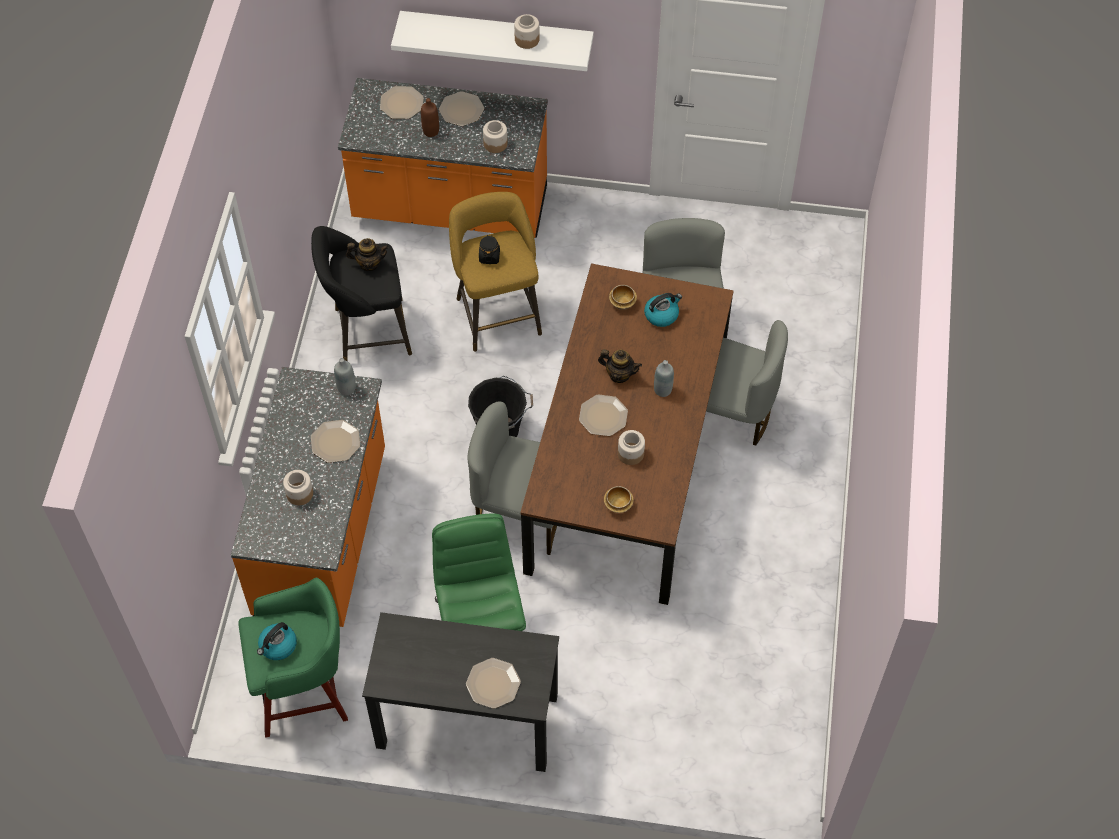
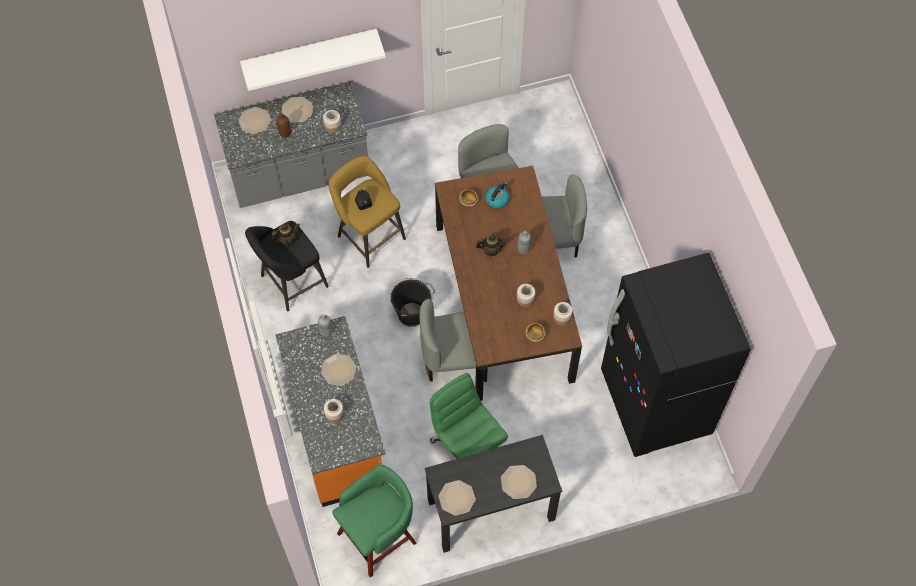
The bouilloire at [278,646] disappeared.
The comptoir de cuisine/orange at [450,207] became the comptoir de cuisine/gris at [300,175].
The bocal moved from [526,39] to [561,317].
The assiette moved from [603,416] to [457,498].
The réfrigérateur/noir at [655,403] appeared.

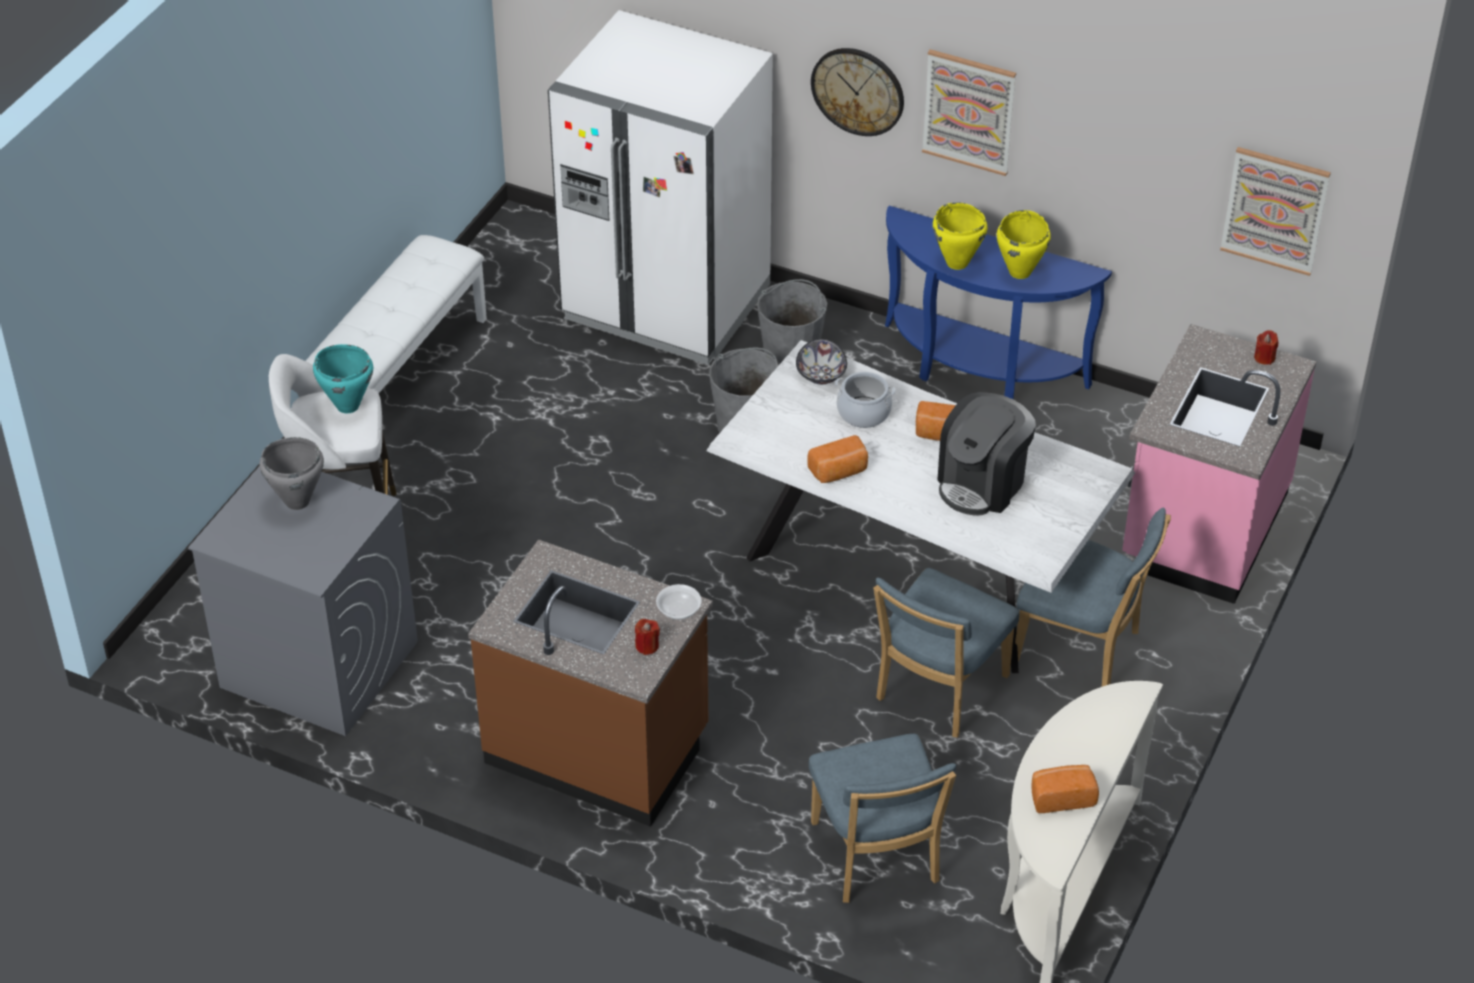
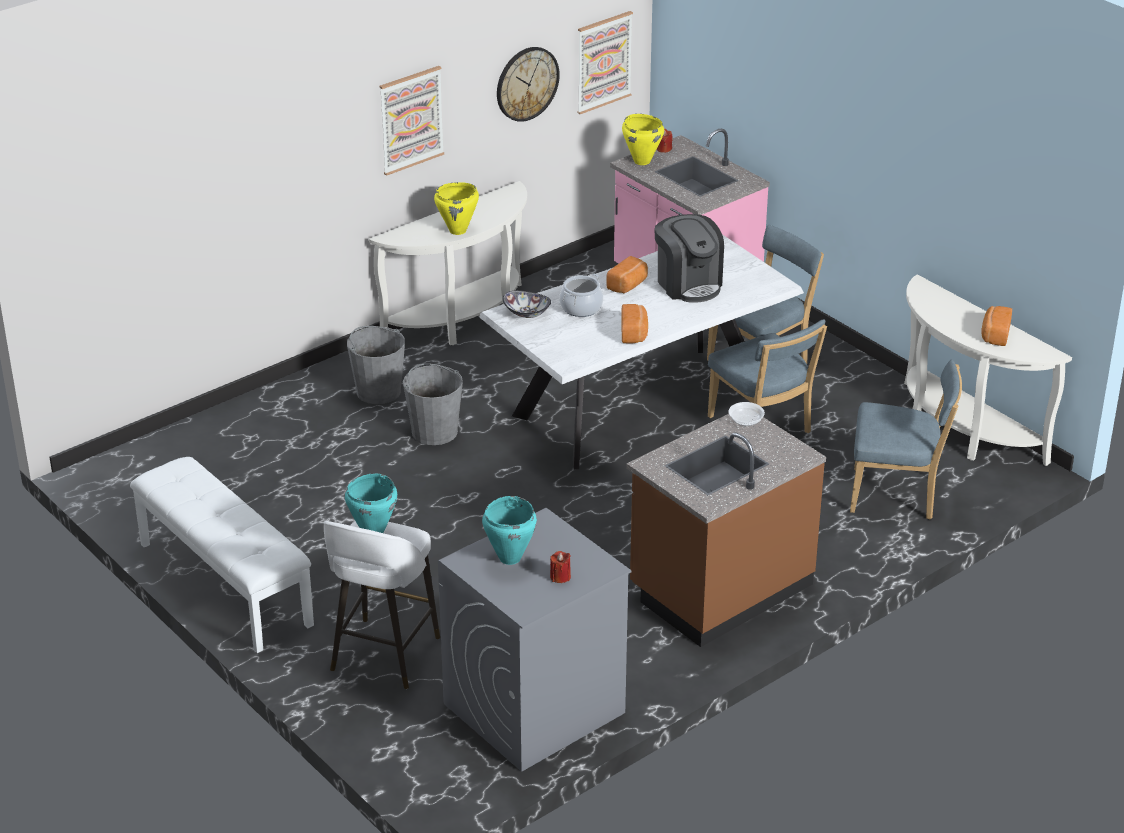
The marmite/gris at [297,501] became the marmite/turquoise at [509,558].
The réfrigérateur/blanc at [666,304] disappeared.
The bougie/rouge moved from [647,646] to [560,577].
The horloge murale moved from [858,91] to [527,83].
The table console/bleu at [977,371] became the table console/blanc at [464,321].
The marmite/jaune moved from [1020,272] to [642,161].

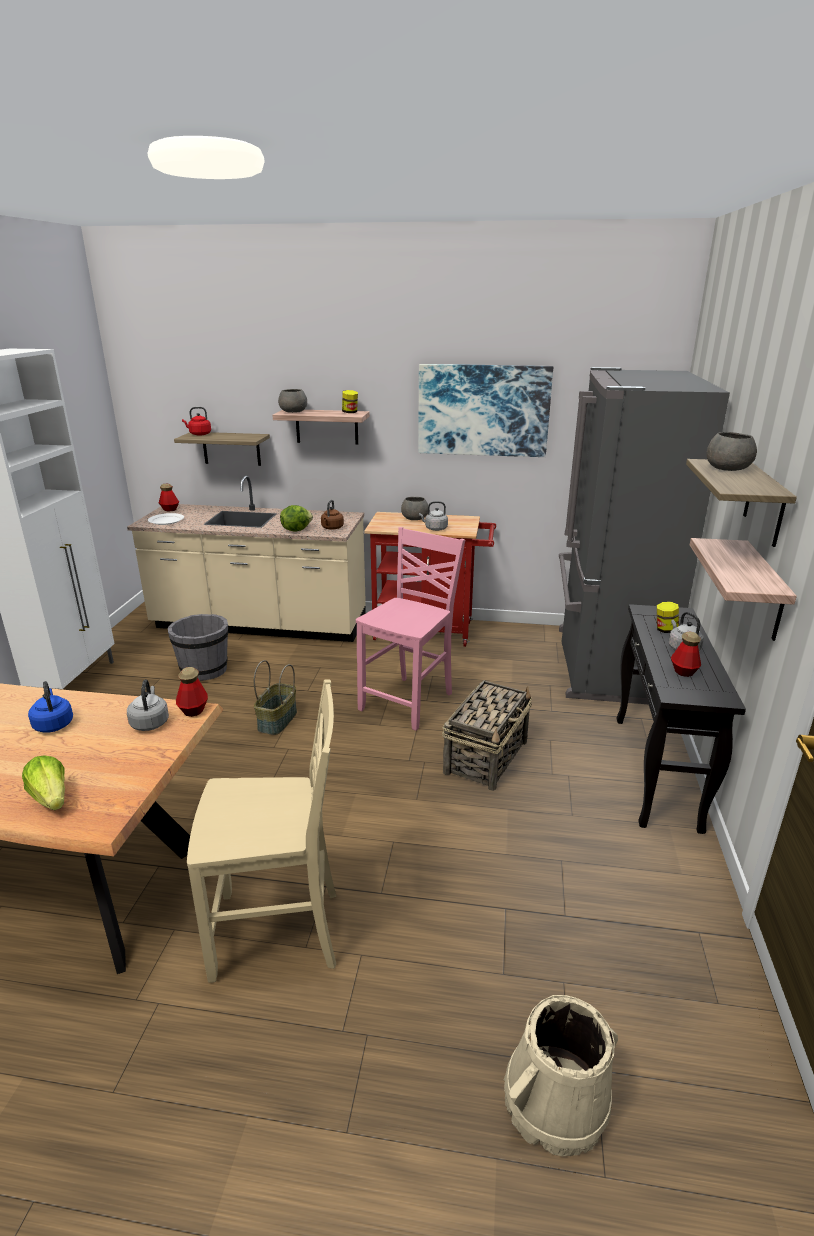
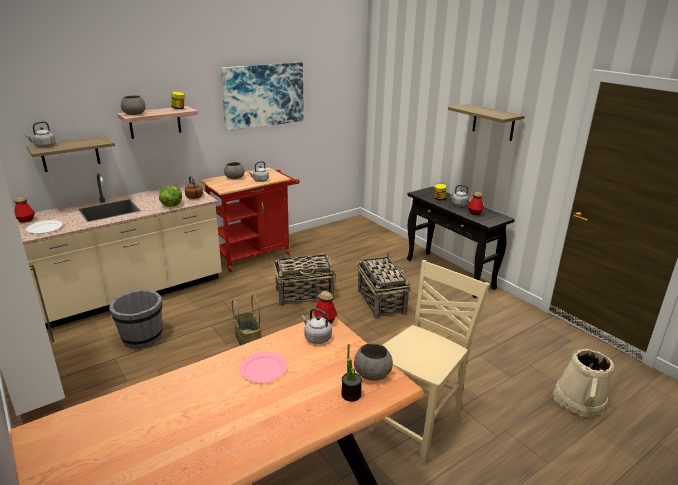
The laitue at [51,798] was replaced by the plante en pot at [351,394].
The bouilloire/bleu at [53,724] was replaced by the assiette/rose at [263,369].
The bouilloire/rouge at [199,434] became the bouilloire/gris at [44,146].
The chaise/rose at [409,702] was replaced by the panier at [305,295].
The réfrigérateur/gris at [604,664] disappeared.
The étagère at [763,591] disappeared.
The bol/gris moved from [727,468] to [371,373].

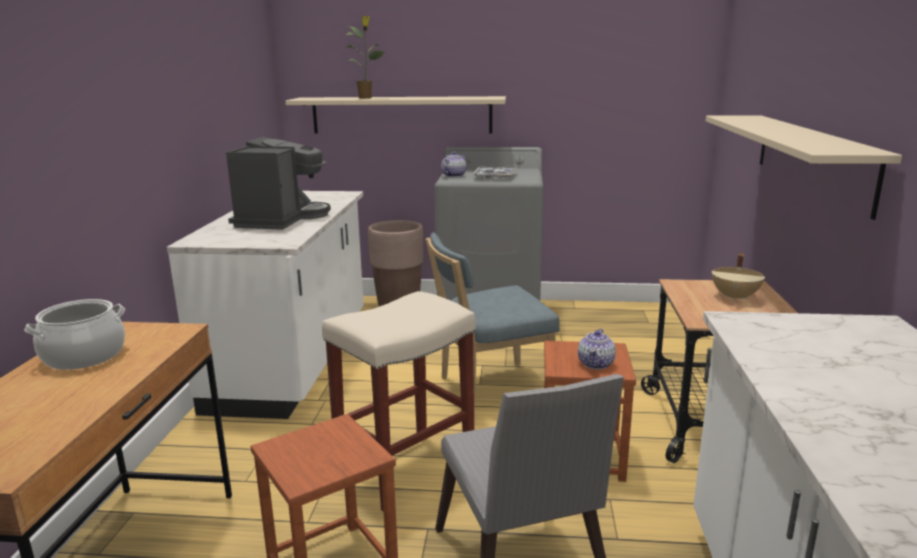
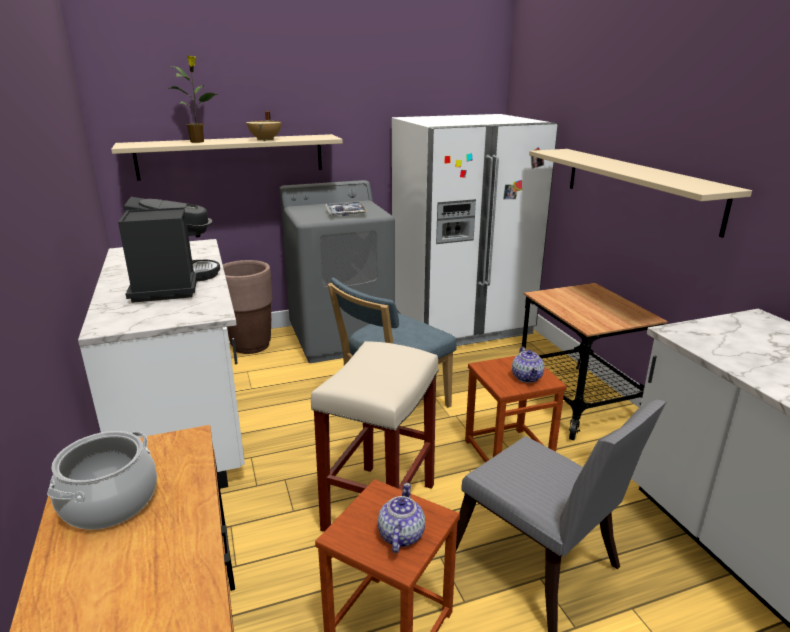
The théière moved from [453,175] to [400,535].
The marmite/beige moved from [736,297] to [266,140].
The réfrigérateur/blanc at [461,324] appeared.

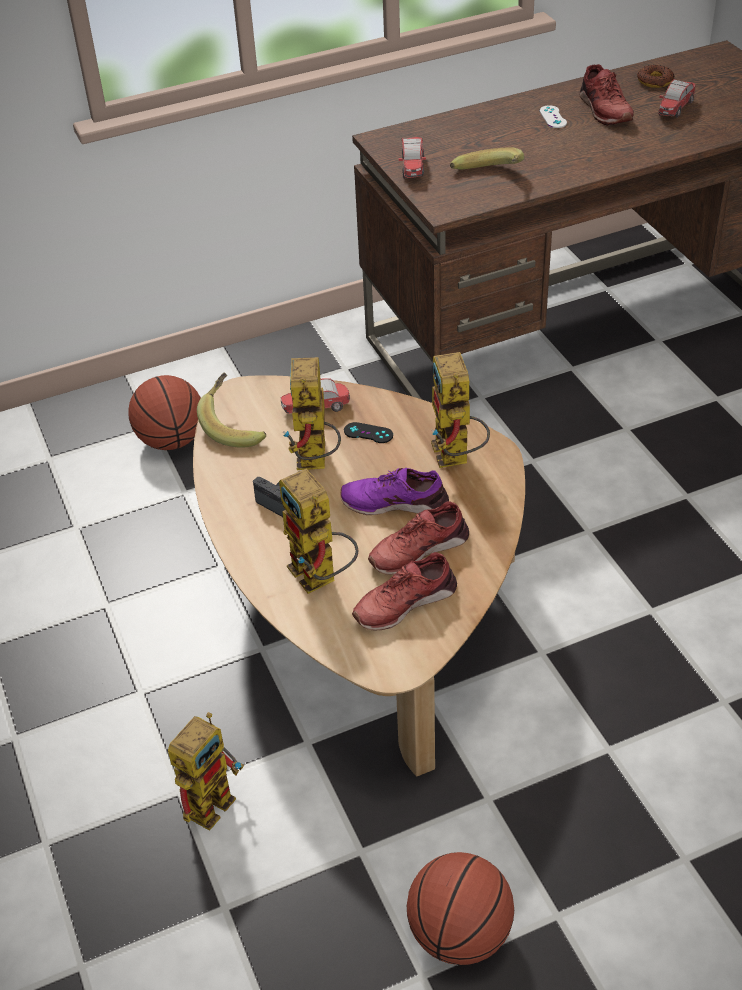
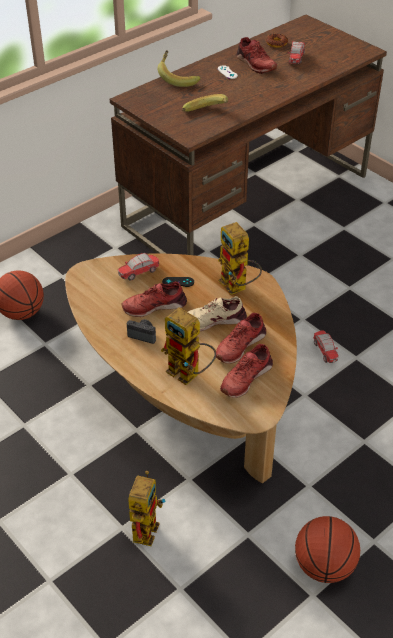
The banane moved from [235,425] to [178,78].
The robot jouet at [316,463] was replaced by the chaussure/rouge at [154,306].
The chaussure/violet at [395,502] became the chaussure/beige at [213,320].
The petite voiture moved from [413,167] to [325,351].

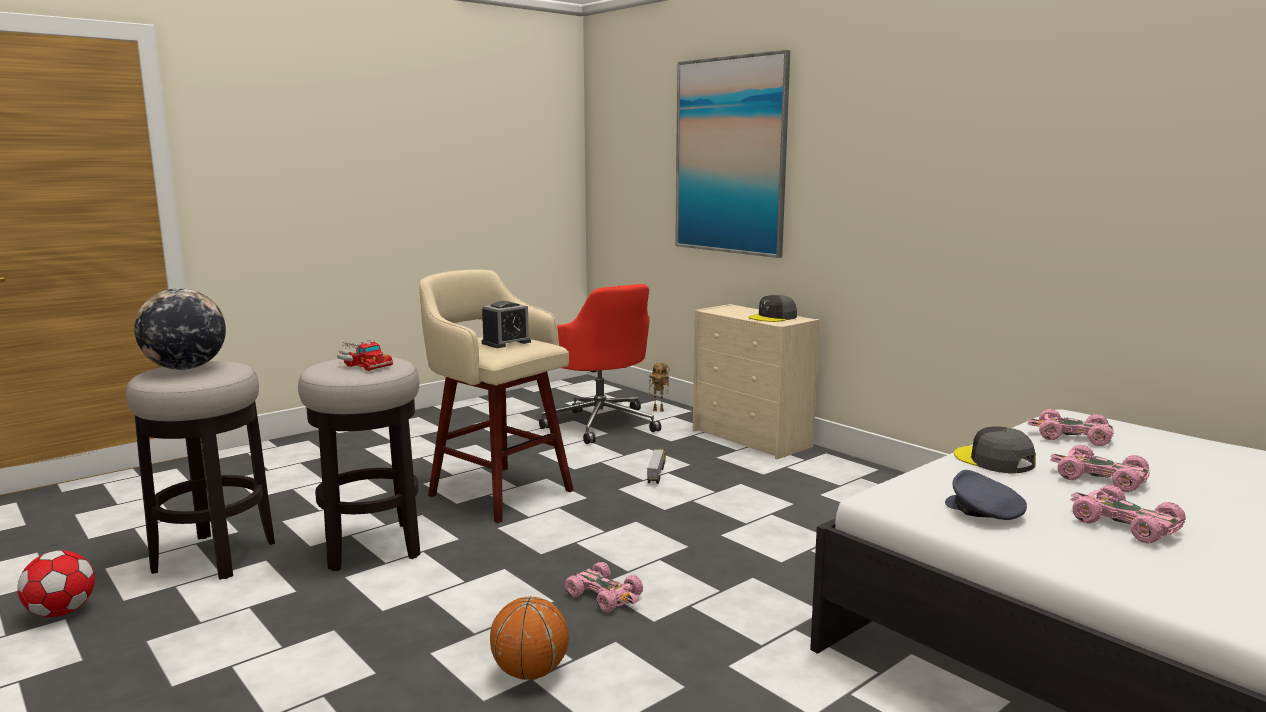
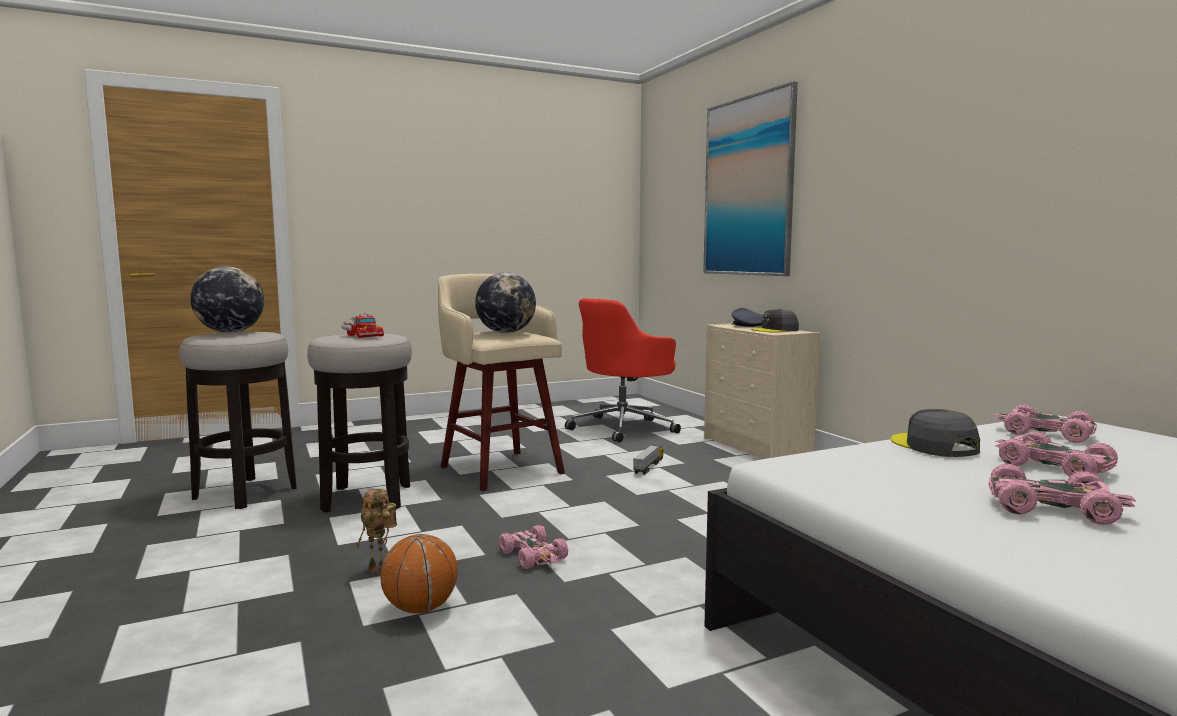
The ballon de foot at [61,612] disappeared.
The réveil at [506,342] was replaced by the globe at [506,333].
The chaise de bureau/rouge at [600,423] turned 60 degrees clockwise.
The robot jouet moved from [659,410] to [379,571].
The casquette/gris moved from [983,512] to [747,326].
The petite voiture/rose at [1124,525] turned 135 degrees clockwise.

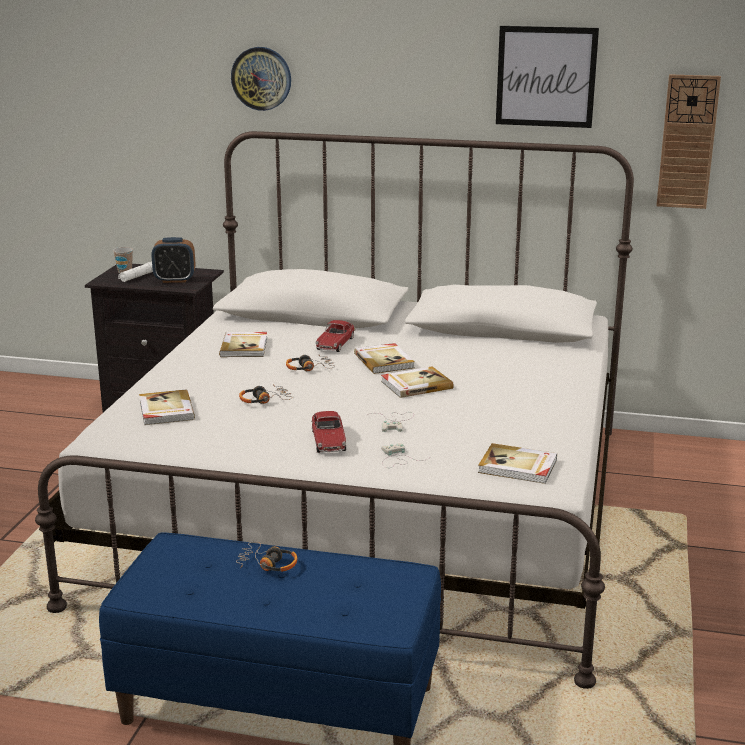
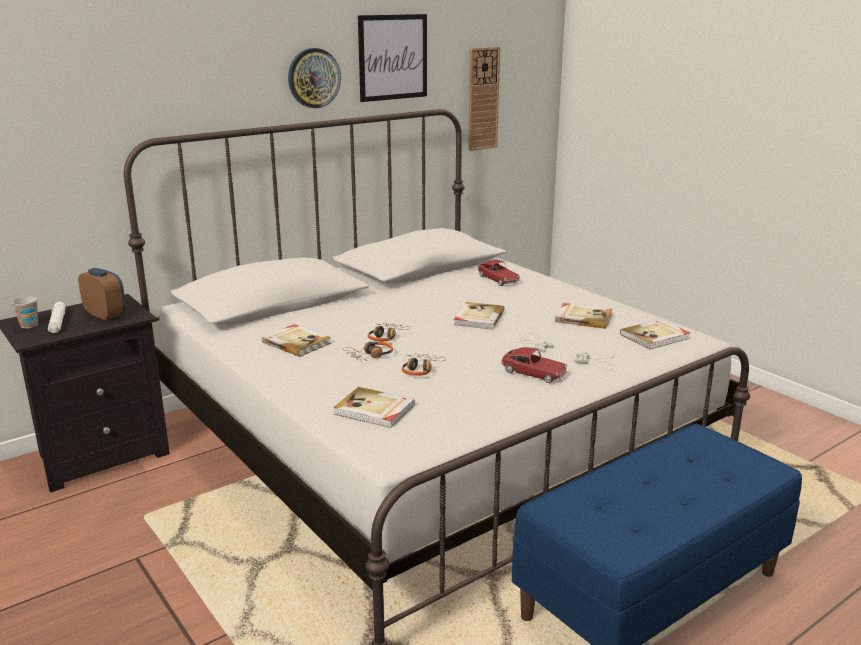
The réveil at [175,280] turned 90 degrees counterclockwise.
The horloge murale moved from [261,78] to [313,78].
The casque audio moved from [267,564] to [370,356].
The petite voiture moved from [335,344] to [498,279].
The livre moved from [384,361] to [583,318].

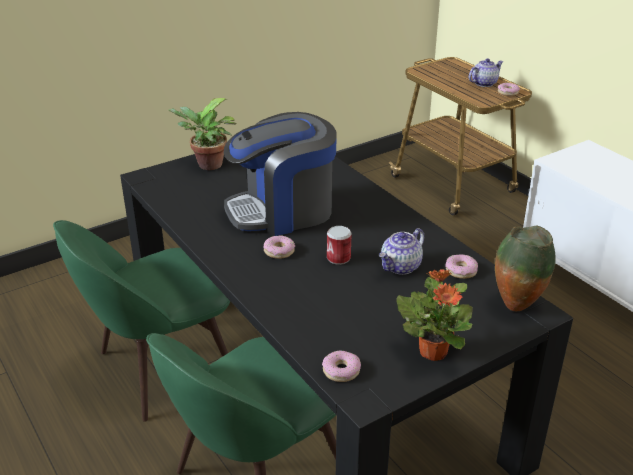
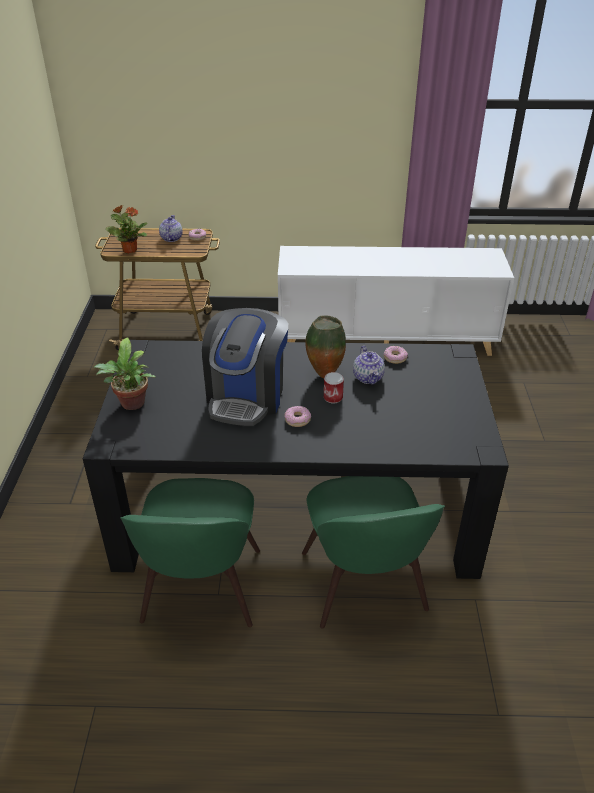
The beignet at [341,371] disappeared.
The plante en pot moved from [433,351] to [129,250].
The vase moved from [516,306] to [324,374].

